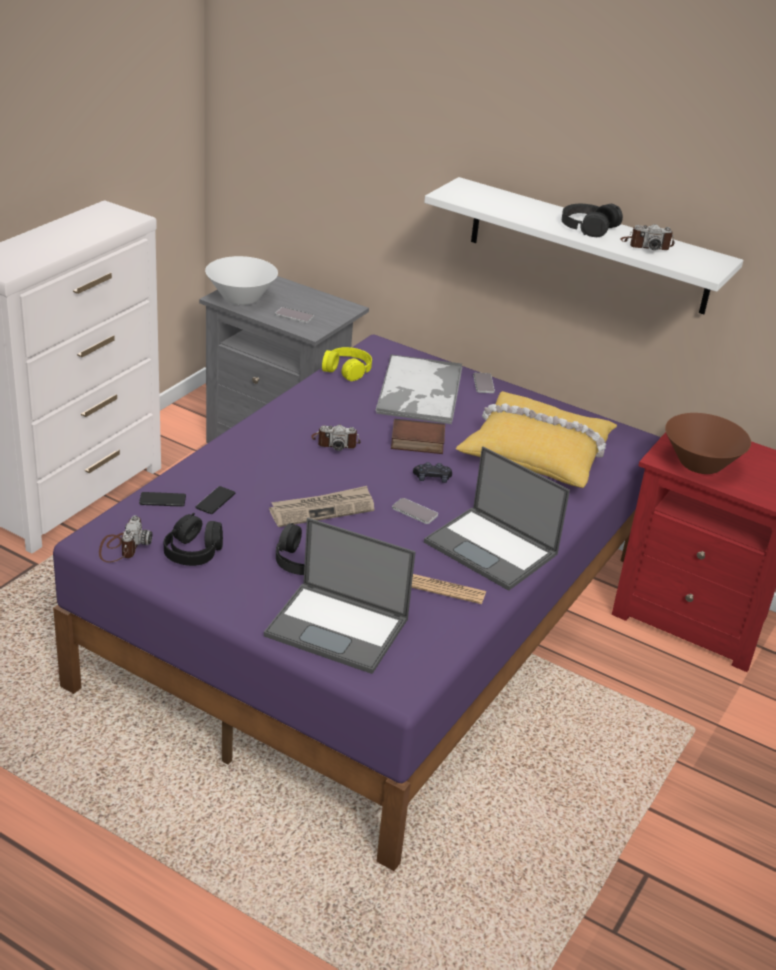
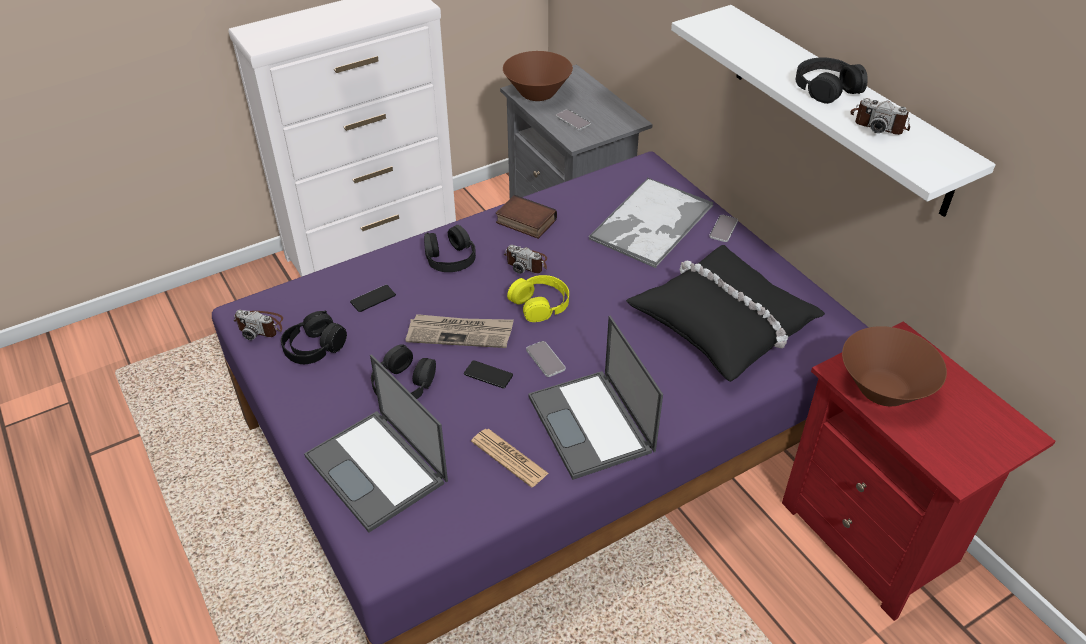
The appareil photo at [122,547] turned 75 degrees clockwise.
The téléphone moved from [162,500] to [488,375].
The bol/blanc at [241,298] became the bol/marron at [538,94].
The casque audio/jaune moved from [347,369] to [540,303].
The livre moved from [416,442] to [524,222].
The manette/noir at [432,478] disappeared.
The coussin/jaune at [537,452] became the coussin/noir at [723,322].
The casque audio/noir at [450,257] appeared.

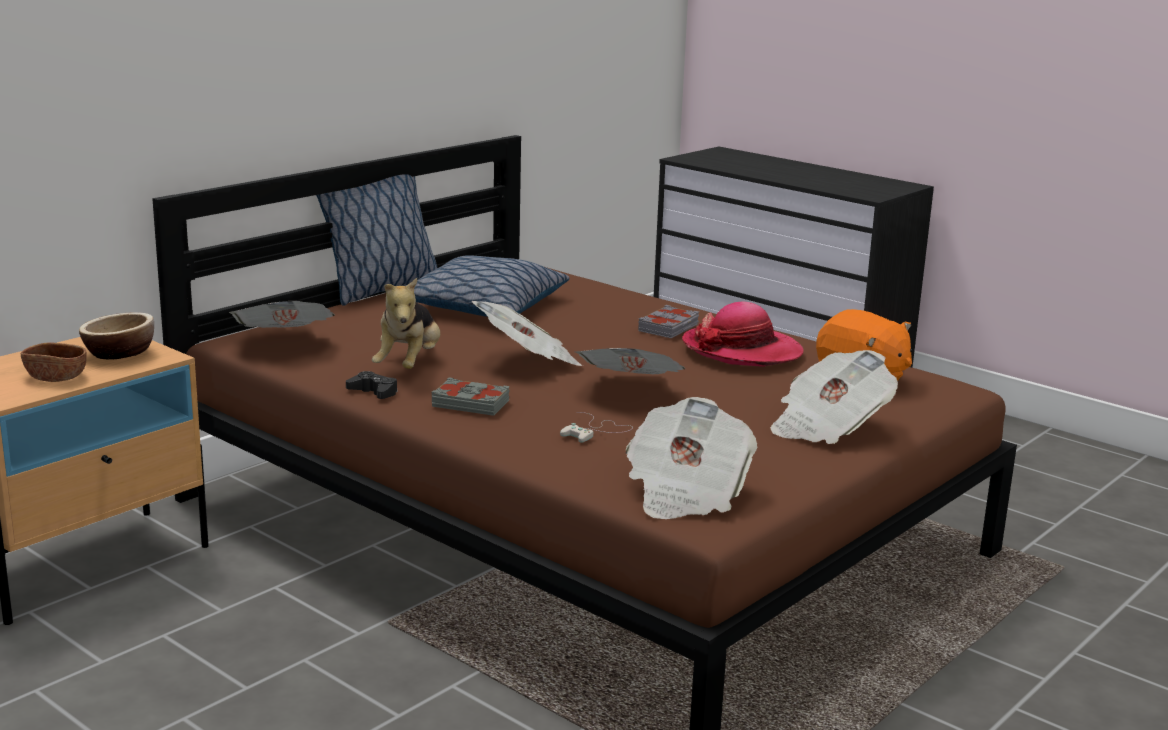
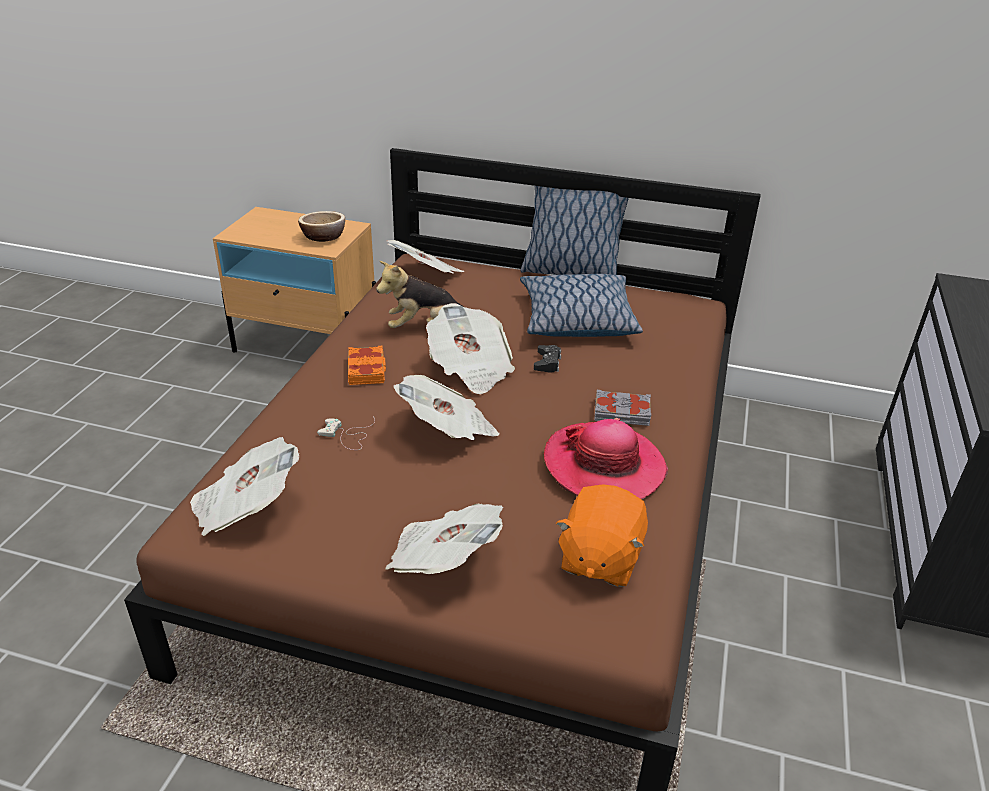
The bol/marron at [56,377] disappeared.
The manette/noir moved from [373,392] to [547,363].
The livre/gris at [471,403] became the livre/orange at [367,370].

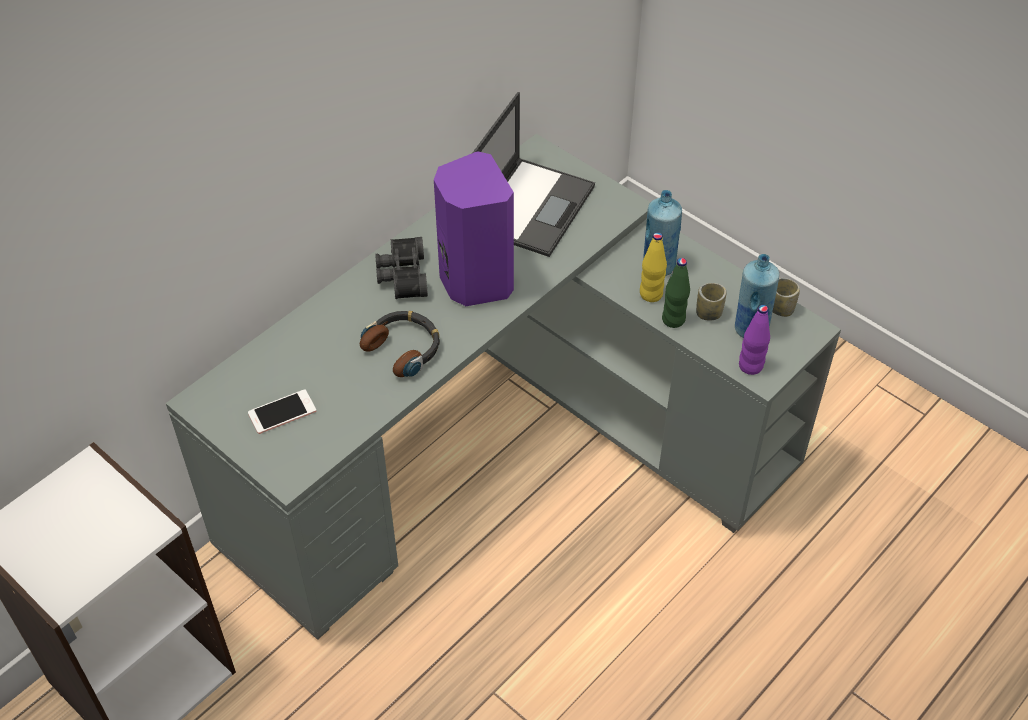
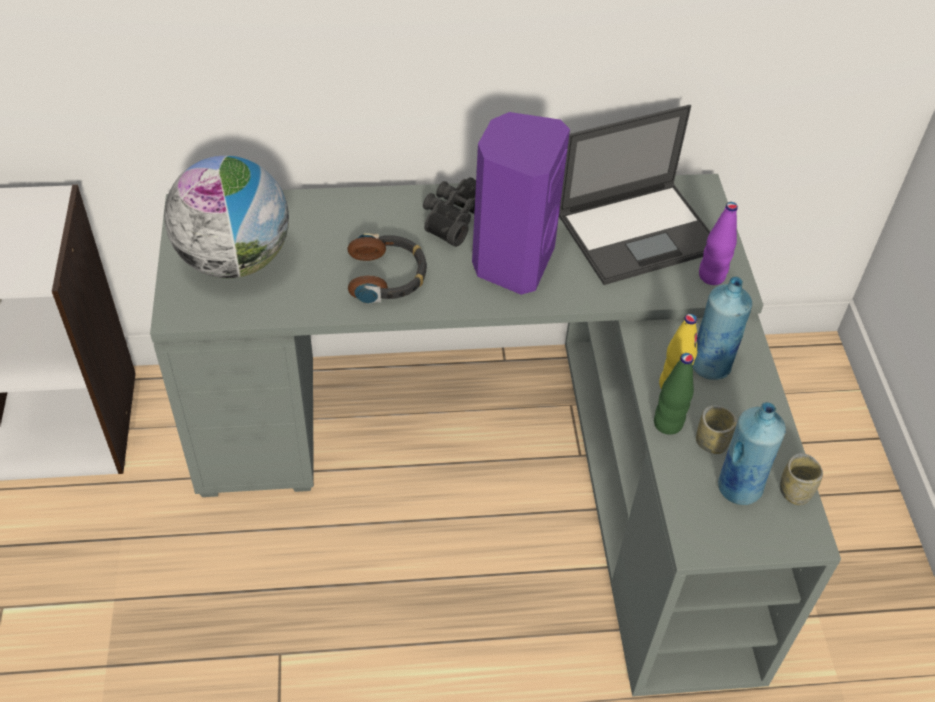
The téléphone at [282,412] was replaced by the globe at [235,260].
The bouteille/violet moved from [750,366] to [711,276].

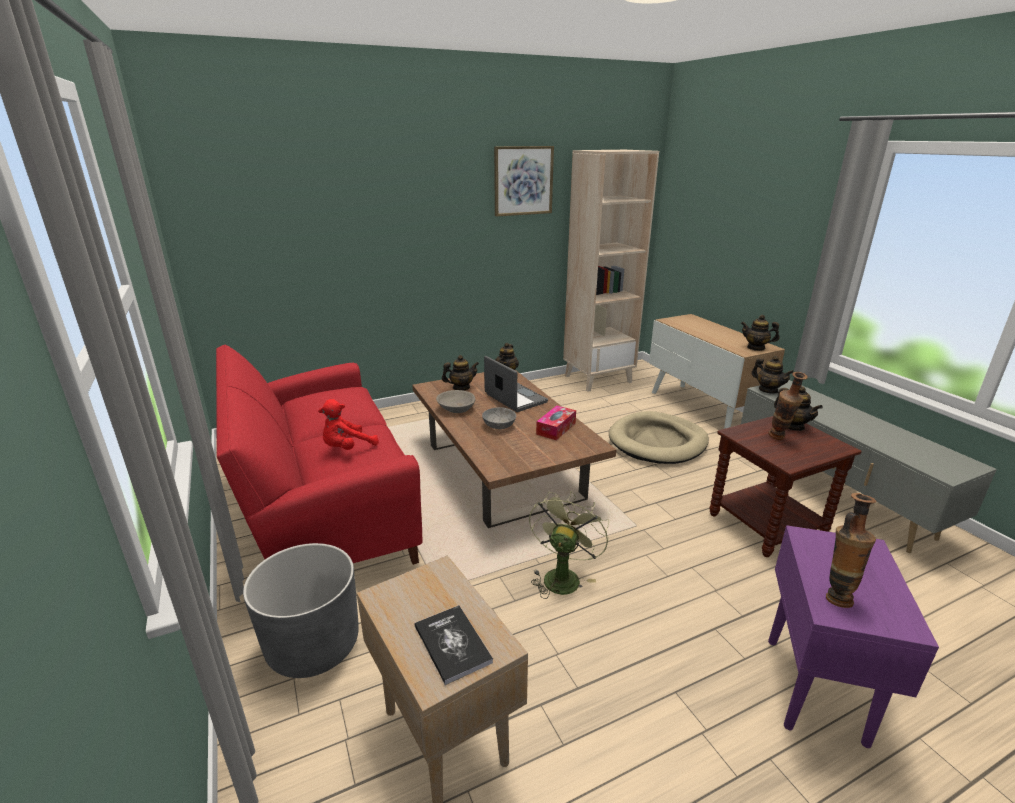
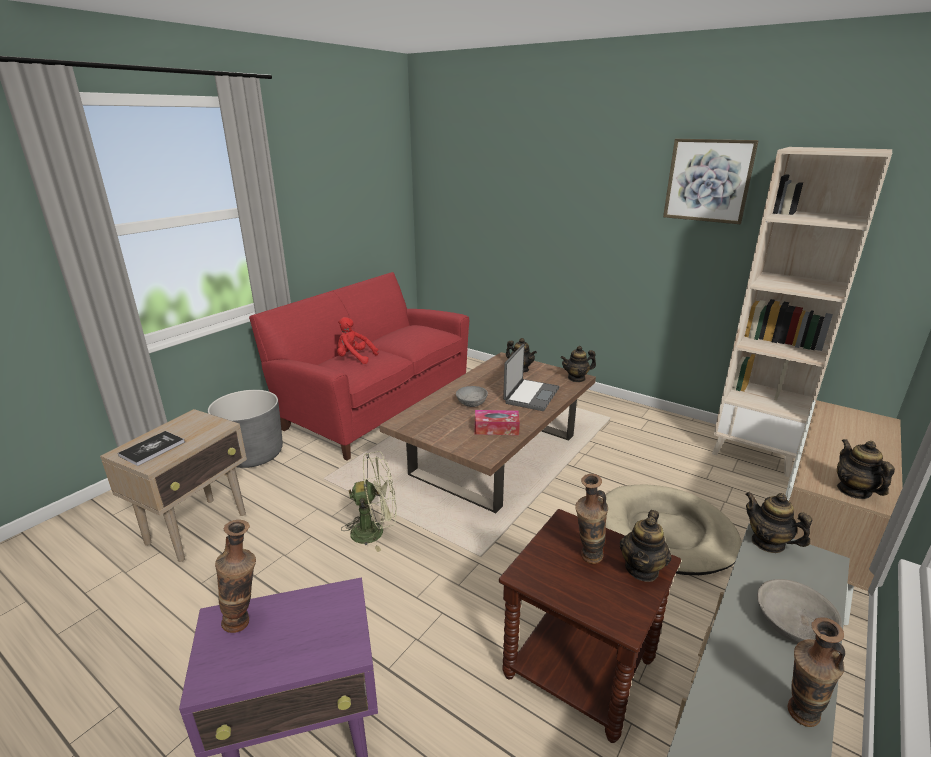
The bol/gris moved from [456,408] to [792,623].
The théière at [768,390] turned 120 degrees clockwise.
The vase at [796,718] appeared.

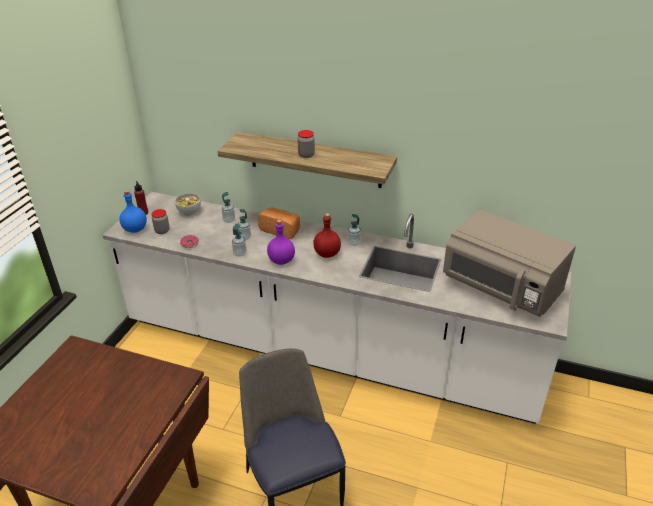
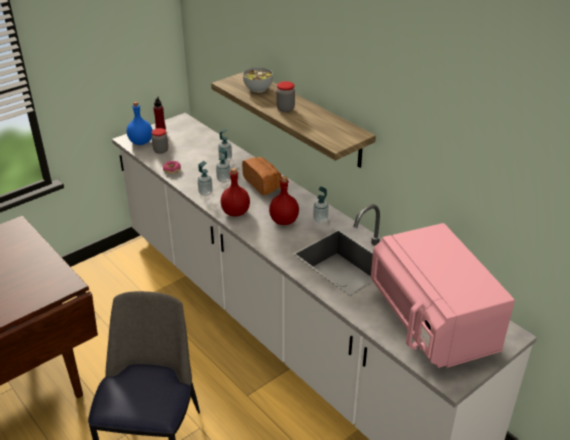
The bol moved from [189,211] to [258,89].
The bouteille/violet at [281,260] became the bouteille/rouge at [236,212].
The micro-ondes/gris at [501,288] became the micro-ondes/rose at [431,322].

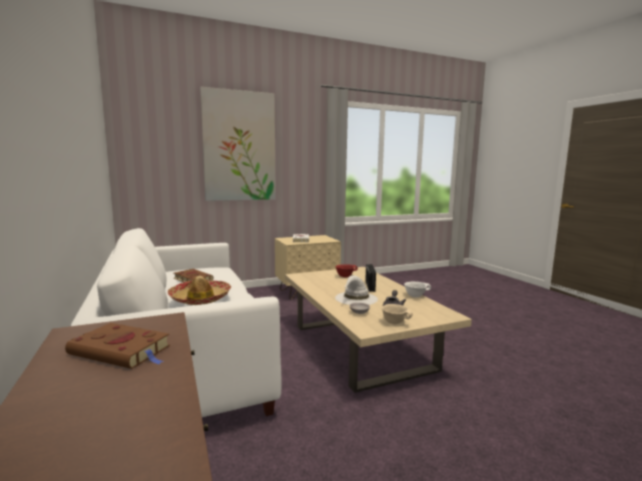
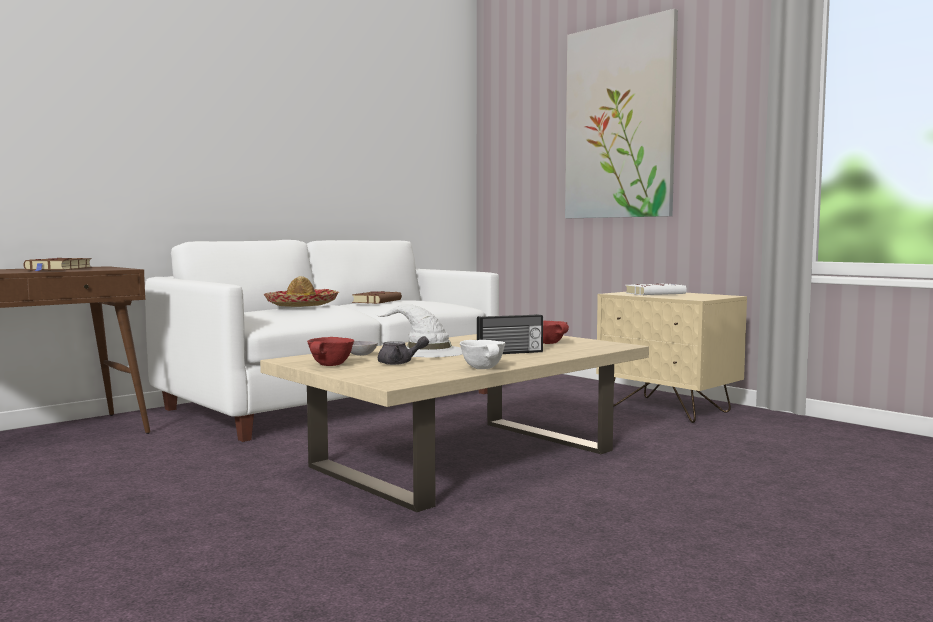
The bol/beige at [395,322] became the bol/rouge at [331,365].

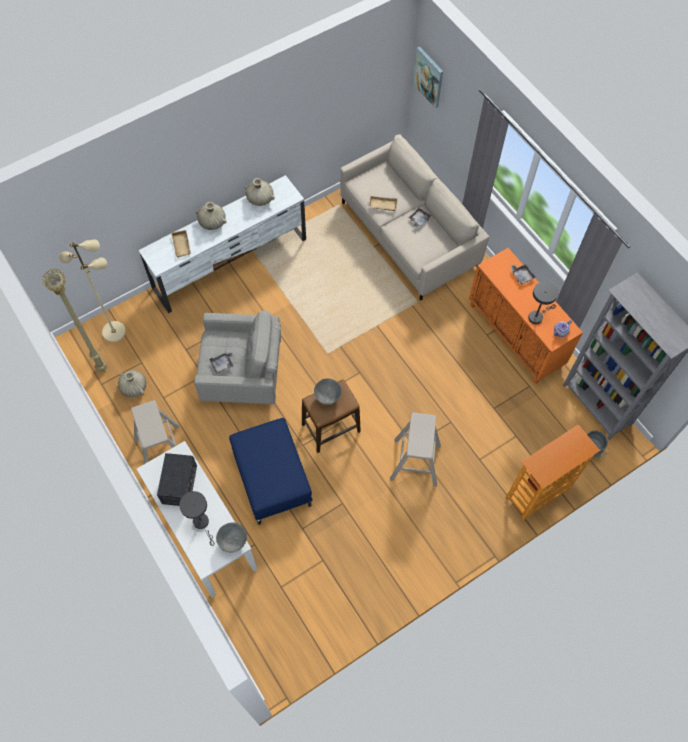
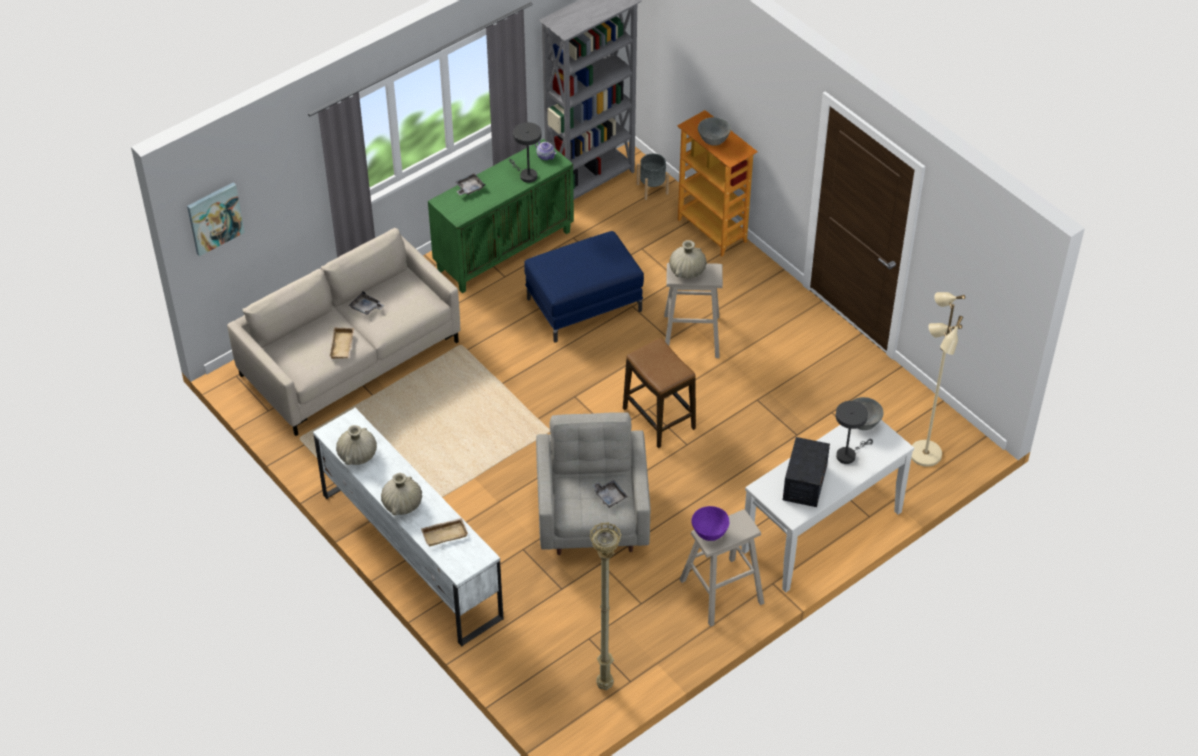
The lampadaire/beige moved from [114,331] to [924,454].
The vase/beige moved from [134,387] to [687,271].
The radio at [179,485] turned 105 degrees clockwise.
The pouf/bleu moved from [271,479] to [584,305].
The bol/gris moved from [328,397] to [713,141].
The meuble de rangement/orange at [516,336] became the meuble de rangement/vert at [504,250].
The bol/violet at [709,533] appeared.

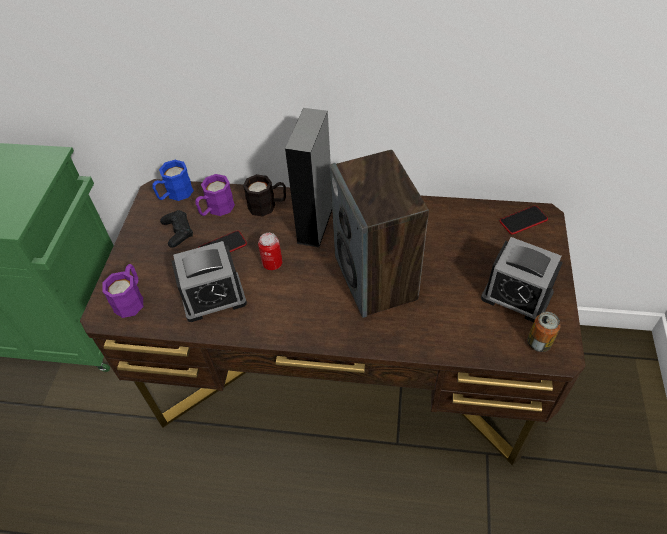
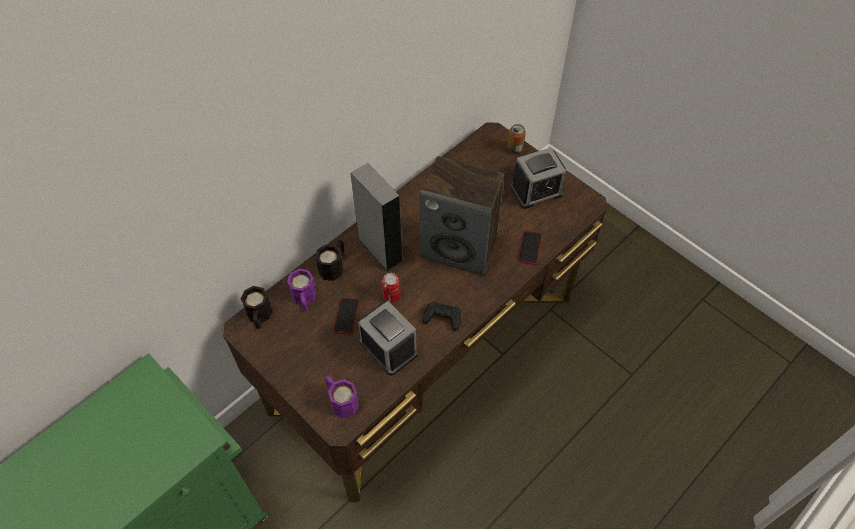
The mug/bleu at [175,194] became the mug/noir at [259,317].
The manette/noir moved from [178,231] to [442,318].
The réveil at [213,297] turned 60 degrees counterclockwise.
The téléphone moved from [523,220] to [530,248].
The boîte métallique moved from [539,343] to [515,148].

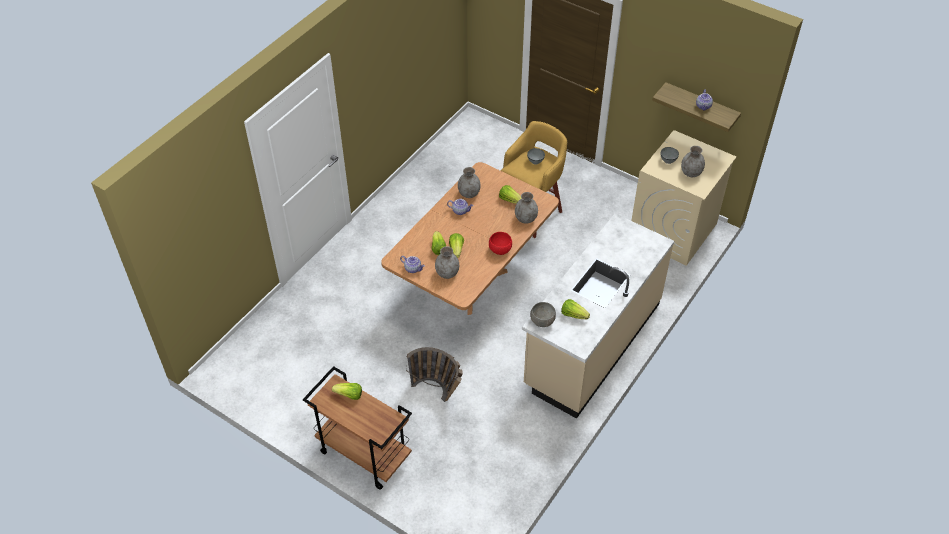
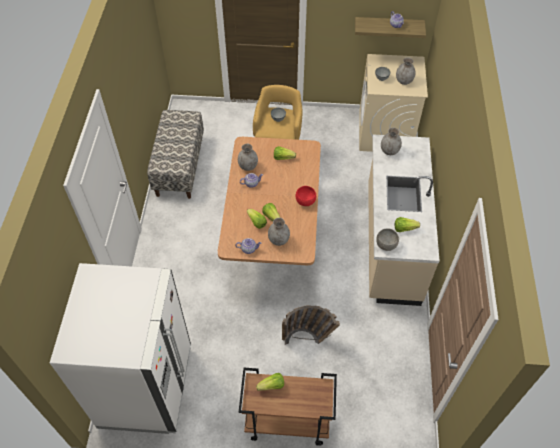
The vase/gris moved from [525,219] to [389,151].
The réfrigérateur/blanc at [146,386] appeared.
The banc at [179,167] appeared.

